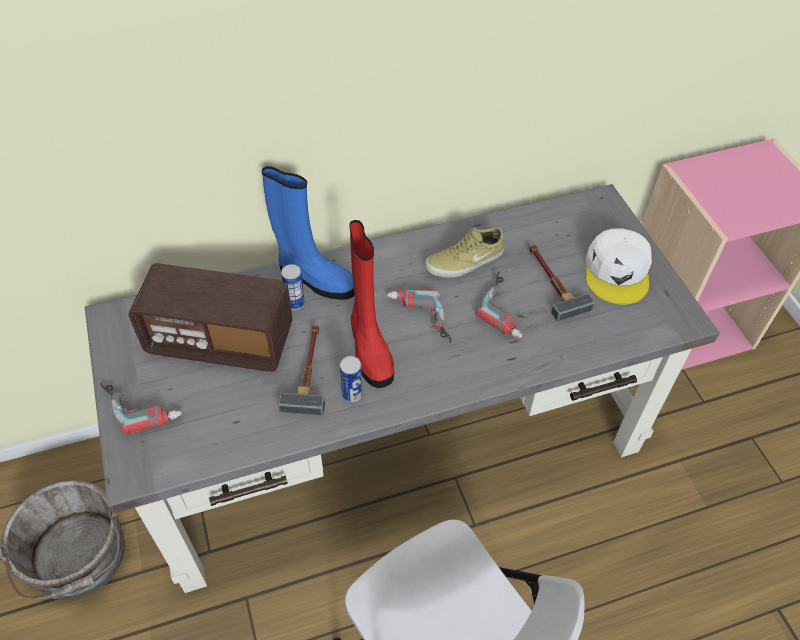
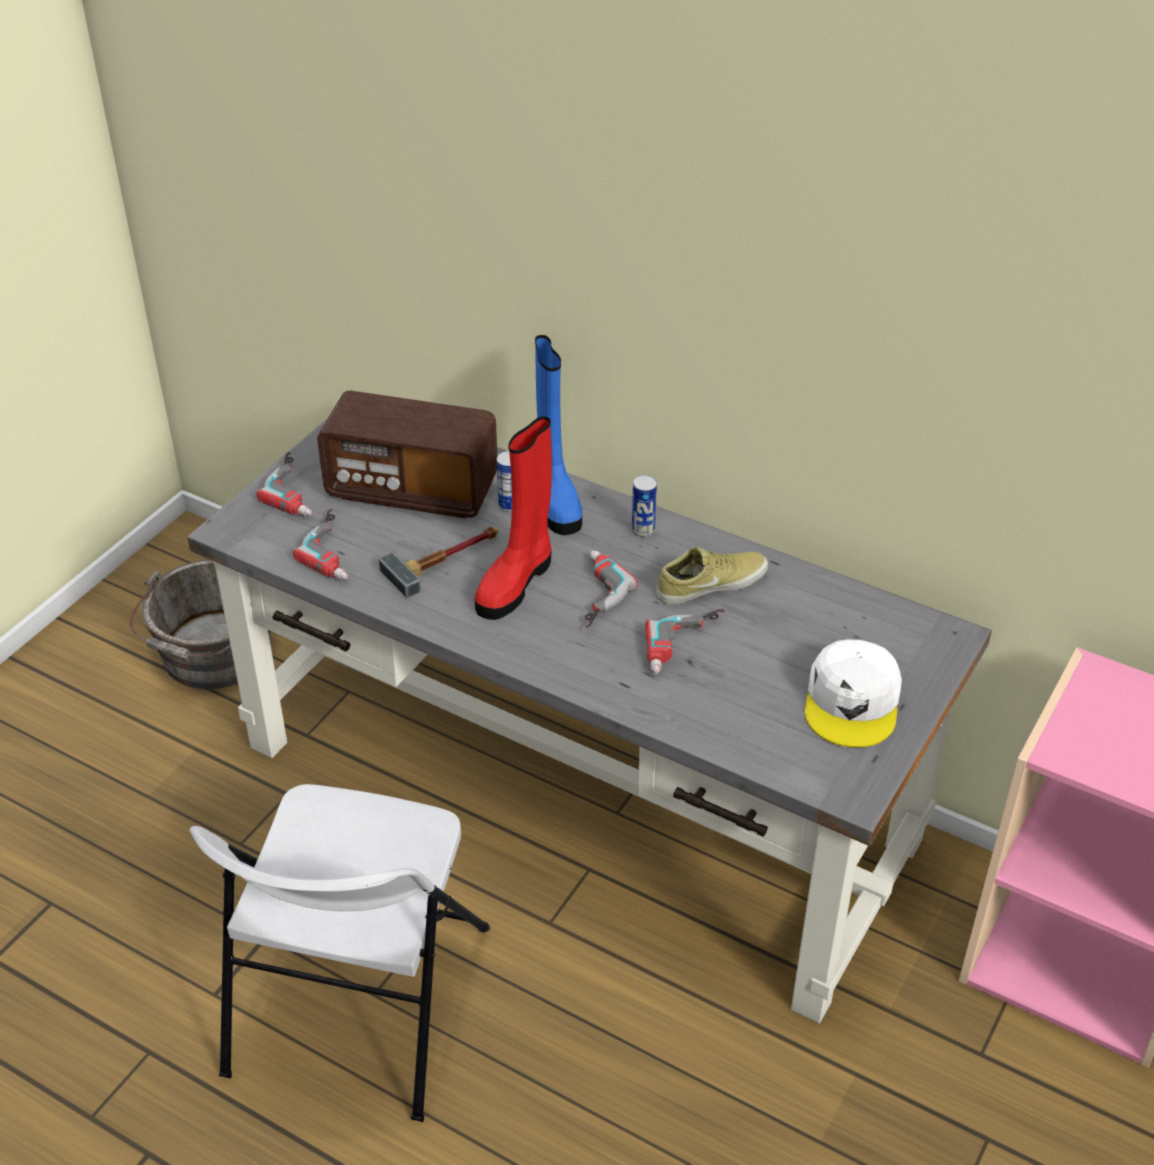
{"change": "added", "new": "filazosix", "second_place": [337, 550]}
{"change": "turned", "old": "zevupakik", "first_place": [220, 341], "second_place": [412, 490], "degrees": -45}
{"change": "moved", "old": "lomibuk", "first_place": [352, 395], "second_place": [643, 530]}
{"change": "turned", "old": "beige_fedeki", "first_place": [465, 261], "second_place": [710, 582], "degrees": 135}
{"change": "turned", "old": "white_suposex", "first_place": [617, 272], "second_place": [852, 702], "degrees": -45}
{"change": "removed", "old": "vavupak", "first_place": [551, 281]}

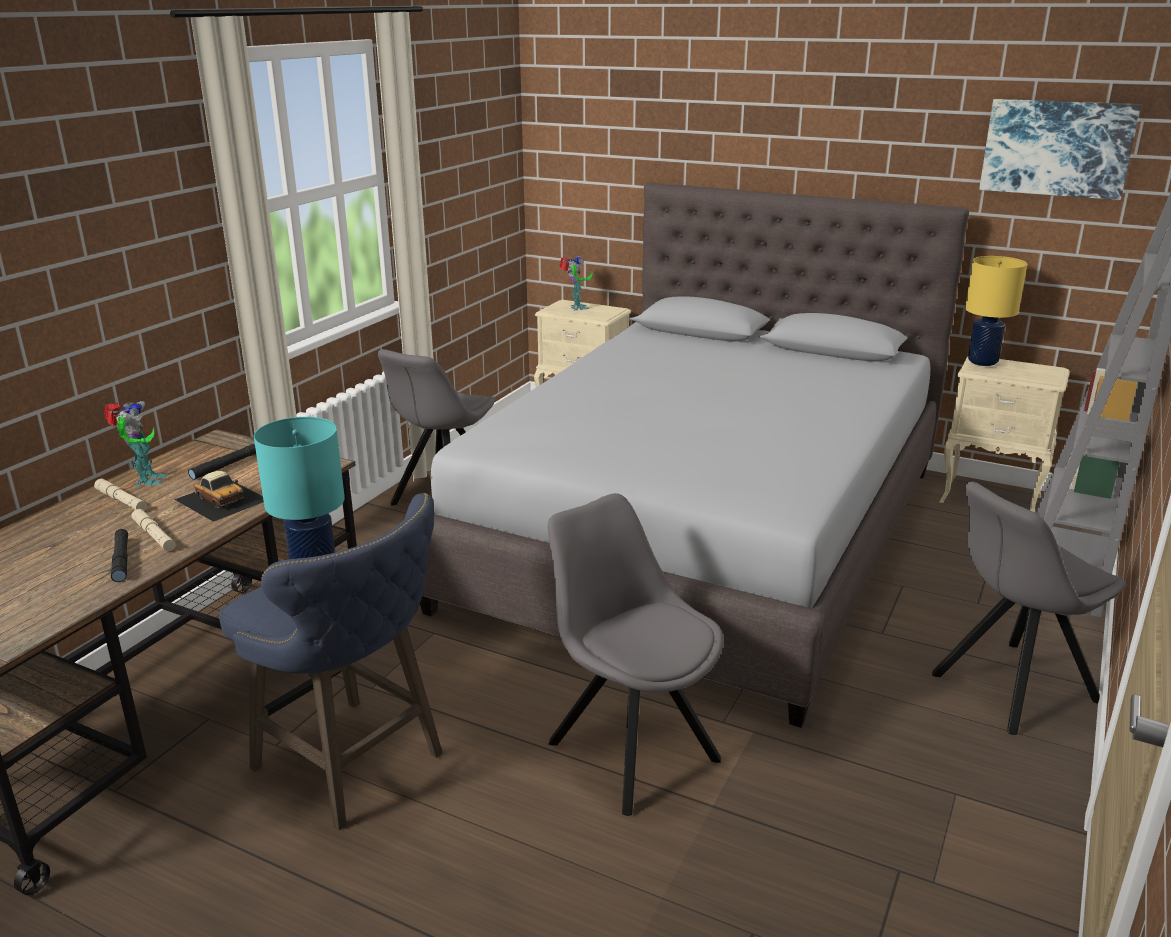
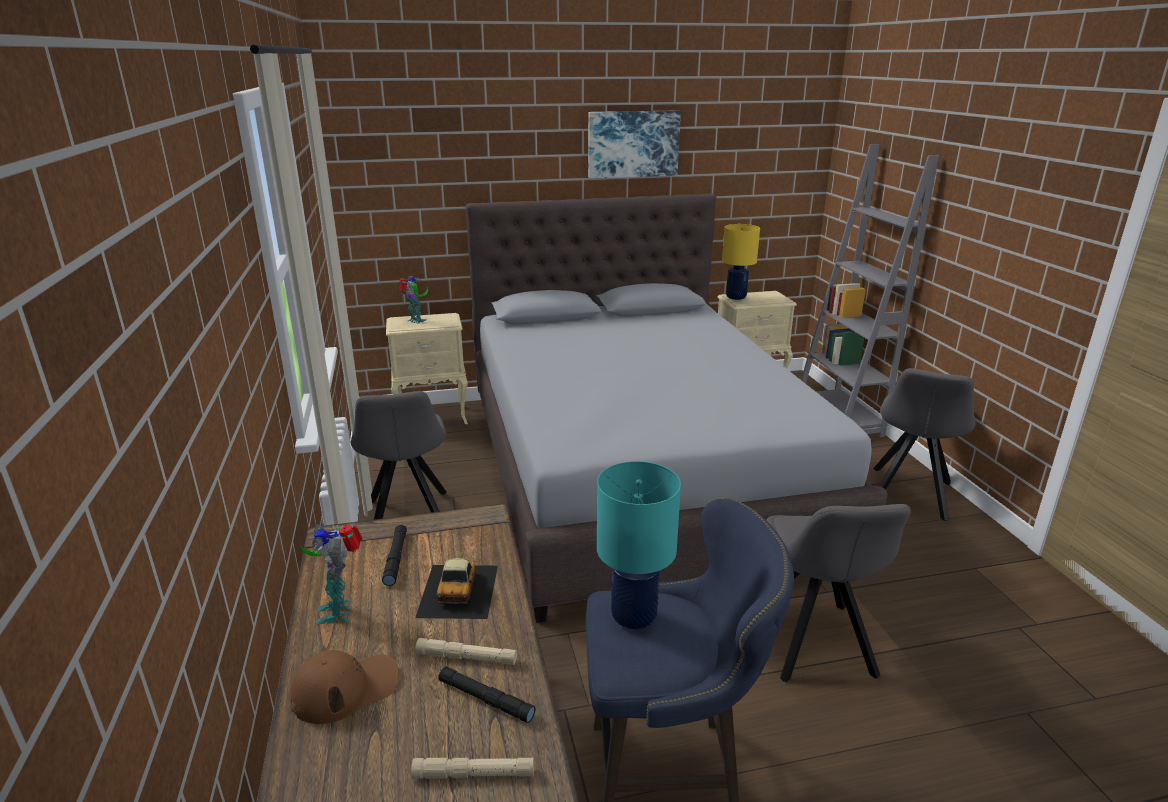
{"change": "added", "new": "brown_suposex", "second_place": [346, 688]}
{"change": "turned", "old": "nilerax", "first_place": [145, 481], "second_place": [339, 610], "degrees": -150}
{"change": "moved", "old": "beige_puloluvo", "first_place": [121, 500], "second_place": [473, 774]}
{"change": "turned", "old": "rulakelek", "first_place": [222, 499], "second_place": [459, 590], "degrees": 90}
{"change": "moved", "old": "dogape", "first_place": [1057, 148], "second_place": [633, 144]}
{"change": "turned", "old": "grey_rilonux", "first_place": [631, 751], "second_place": [813, 642], "degrees": -105}

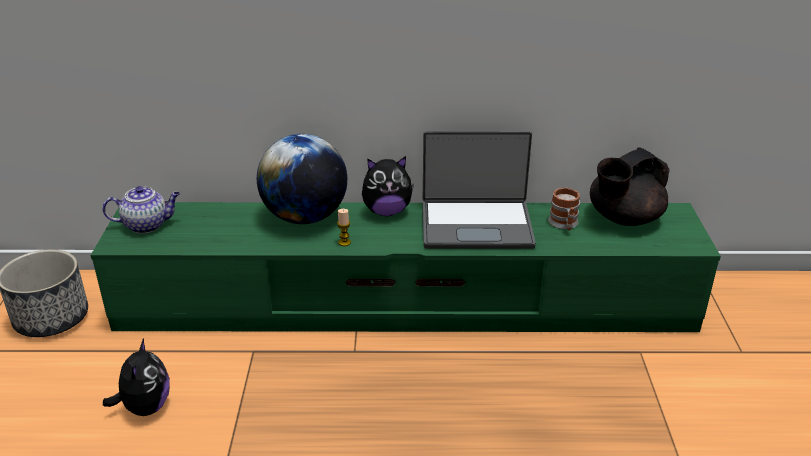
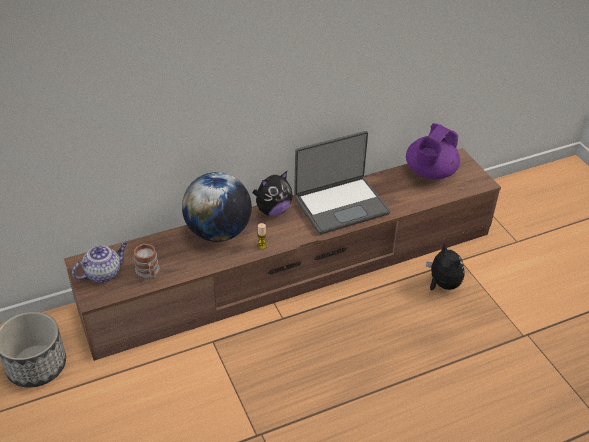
{"change": "recoloured", "old": "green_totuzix", "new": "brown_totuzix", "first_place": [405, 302], "second_place": [293, 269]}
{"change": "moved", "old": "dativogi", "first_place": [564, 224], "second_place": [148, 272]}
{"change": "recoloured", "old": "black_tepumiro", "new": "purple_tepumiro", "first_place": [623, 218], "second_place": [430, 173]}
{"change": "moved", "old": "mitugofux", "first_place": [145, 407], "second_place": [442, 284]}

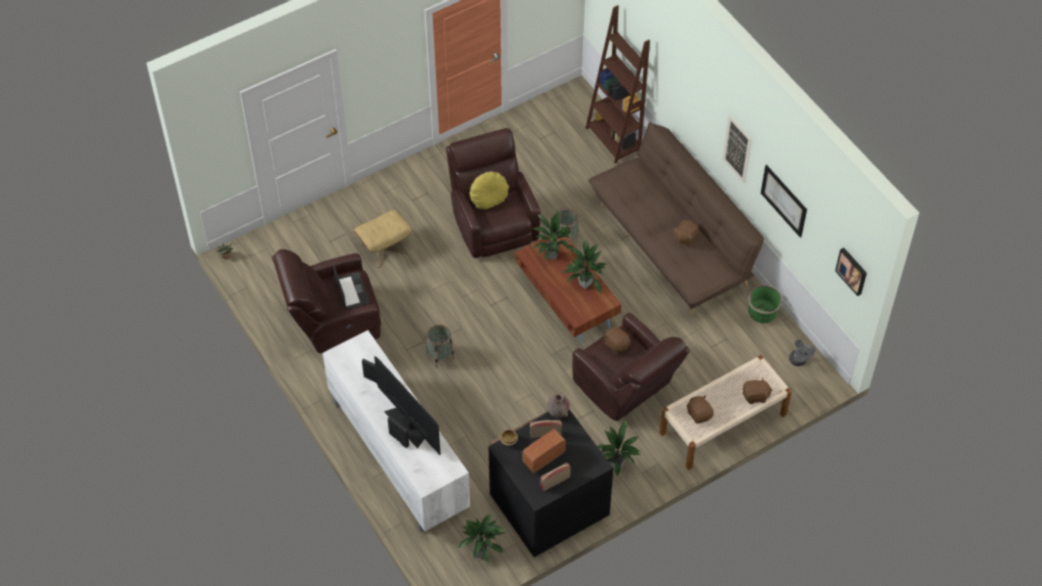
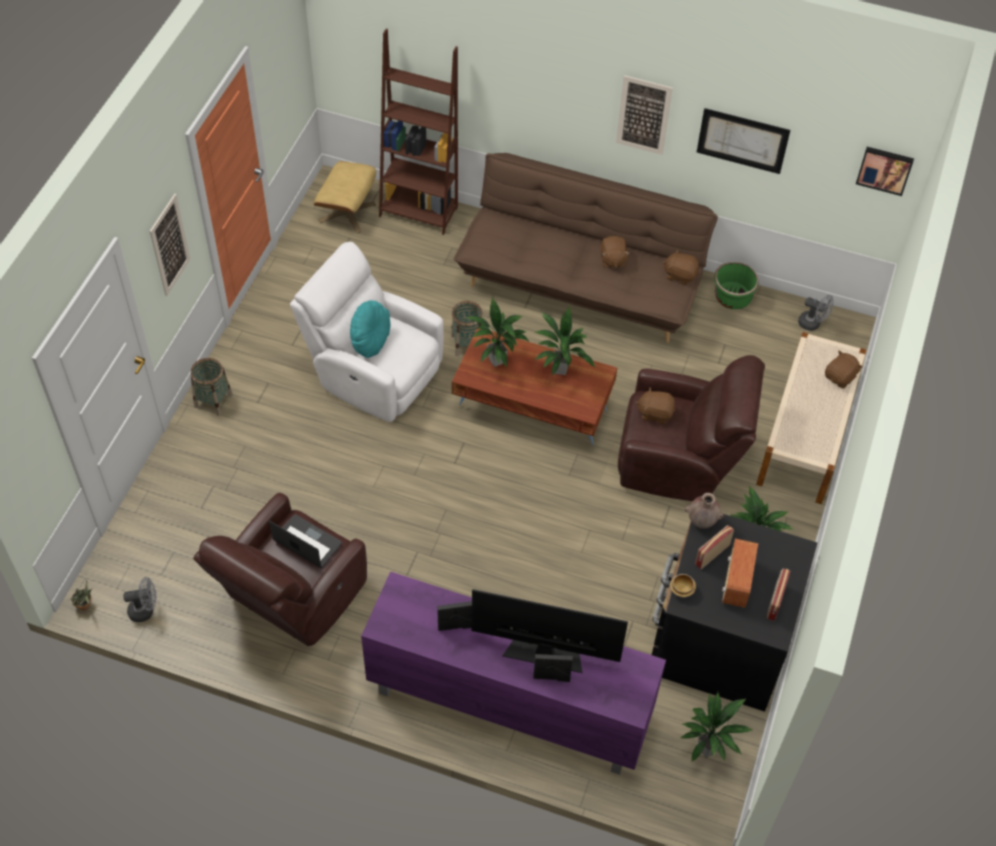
{"change": "added", "new": "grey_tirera", "second_place": [145, 610]}
{"change": "added", "new": "dogape", "second_place": [169, 245]}
{"change": "moved", "old": "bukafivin", "first_place": [440, 355], "second_place": [213, 400]}
{"change": "recoloured", "old": "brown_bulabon", "new": "white_bulabon", "first_place": [493, 223], "second_place": [374, 372]}
{"change": "moved", "old": "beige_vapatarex", "first_place": [384, 249], "second_place": [347, 212]}
{"change": "recoloured", "old": "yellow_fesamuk", "new": "turquoise_fesamuk", "first_place": [489, 201], "second_place": [371, 344]}
{"change": "recoloured", "old": "white_totuzix", "new": "purple_totuzix", "first_place": [398, 453], "second_place": [508, 700]}
{"change": "moved", "old": "brown_mitugofux", "first_place": [699, 414], "second_place": [680, 275]}

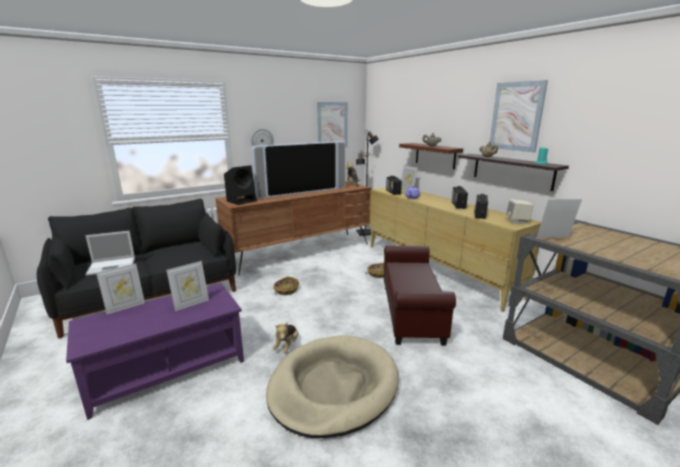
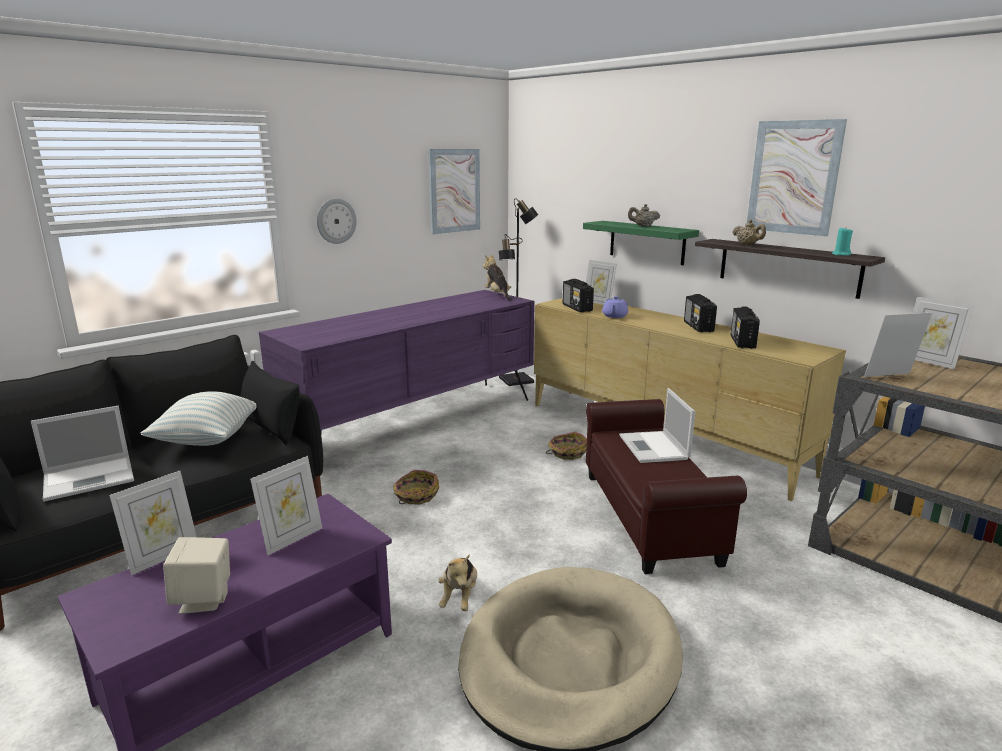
{"change": "added", "new": "fesamuk", "second_place": [207, 439]}
{"change": "moved", "old": "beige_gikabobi", "first_place": [517, 221], "second_place": [203, 599]}
{"change": "recoloured", "old": "brown_totuzix", "new": "purple_totuzix", "first_place": [301, 252], "second_place": [415, 422]}
{"change": "recoloured", "old": "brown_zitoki", "new": "green_zitoki", "first_place": [435, 155], "second_place": [647, 242]}
{"change": "added", "new": "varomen", "second_place": [654, 448]}
{"change": "added", "new": "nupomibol", "second_place": [928, 362]}
{"change": "removed", "old": "black_gikabobi", "first_place": [242, 201]}
{"change": "removed", "old": "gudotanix", "first_place": [301, 192]}

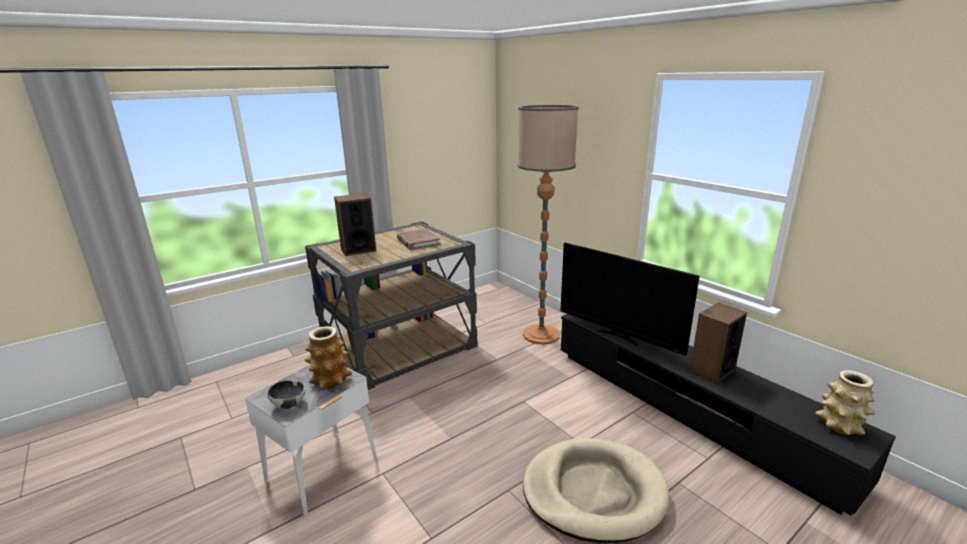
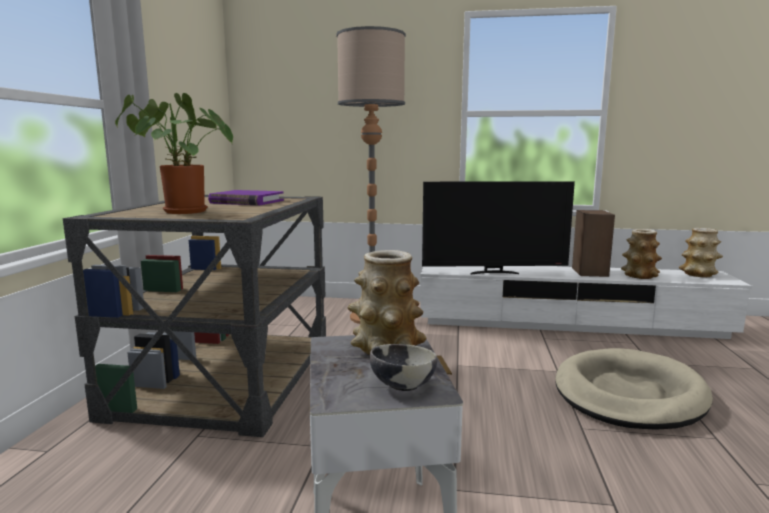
{"change": "replaced", "old": "gikabobi", "new": "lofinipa", "first_place": [358, 250], "second_place": [180, 212]}
{"change": "recoloured", "old": "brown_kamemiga", "new": "purple_kamemiga", "first_place": [418, 242], "second_place": [246, 202]}
{"change": "recoloured", "old": "black_totuzix", "new": "white_totuzix", "first_place": [686, 410], "second_place": [568, 323]}
{"change": "added", "new": "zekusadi", "second_place": [639, 276]}

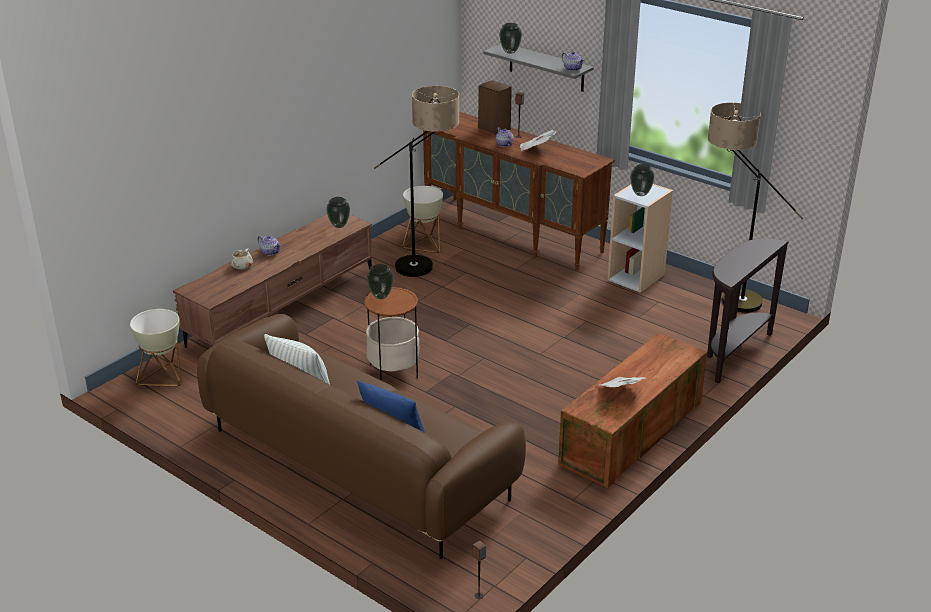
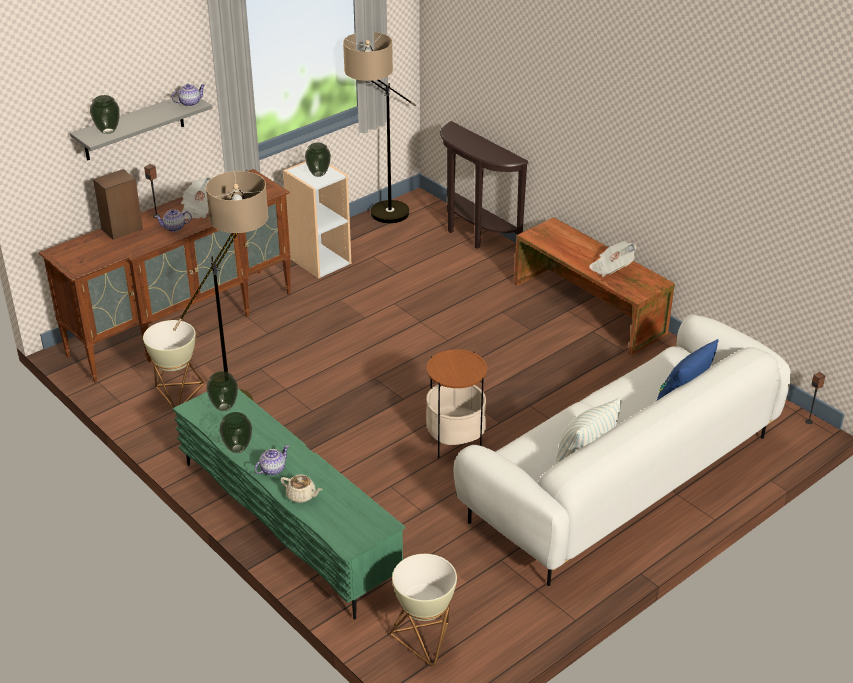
{"change": "recoloured", "old": "brown_totuzix", "new": "green_totuzix", "first_place": [282, 308], "second_place": [286, 524]}
{"change": "moved", "old": "zekusadi", "first_place": [381, 296], "second_place": [237, 448]}
{"change": "recoloured", "old": "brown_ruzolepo", "new": "white_ruzolepo", "first_place": [358, 464], "second_place": [621, 479]}

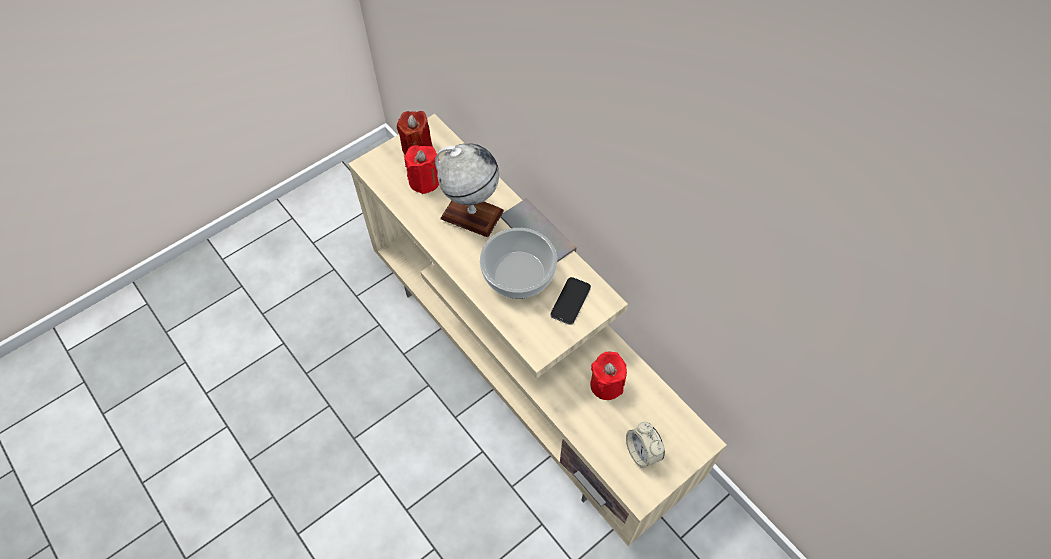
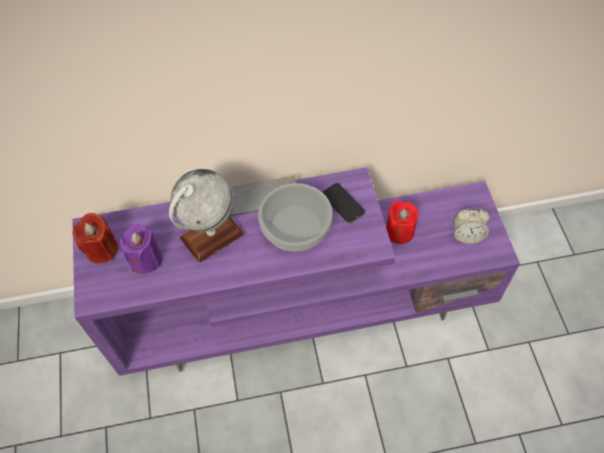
{"change": "recoloured", "old": "beige_totuzix", "new": "purple_totuzix", "first_place": [527, 365], "second_place": [307, 304]}
{"change": "recoloured", "old": "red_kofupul", "new": "purple_kofupul", "first_place": [424, 181], "second_place": [145, 259]}

